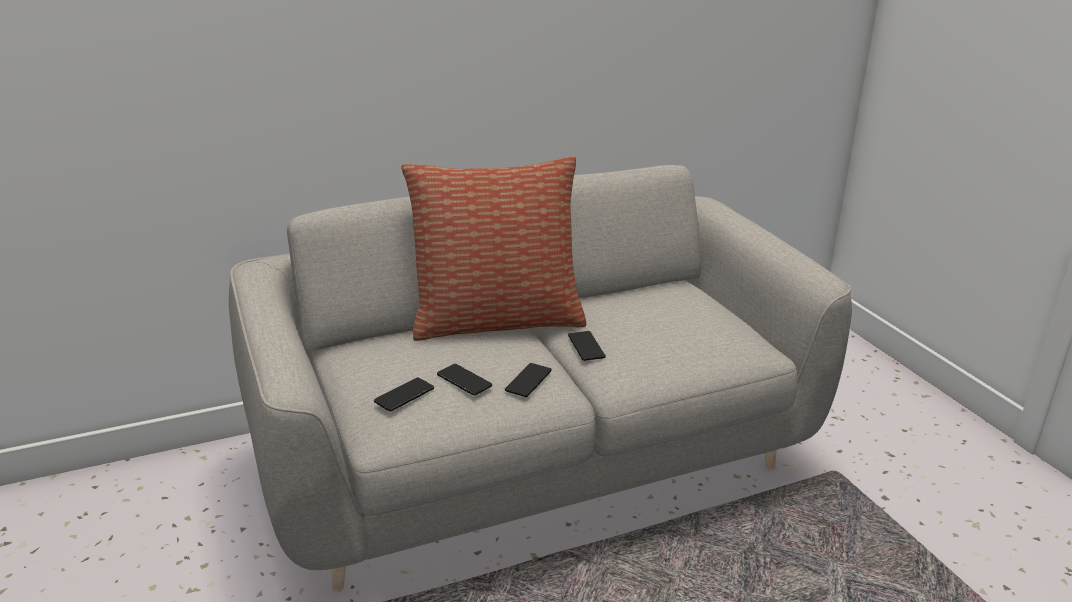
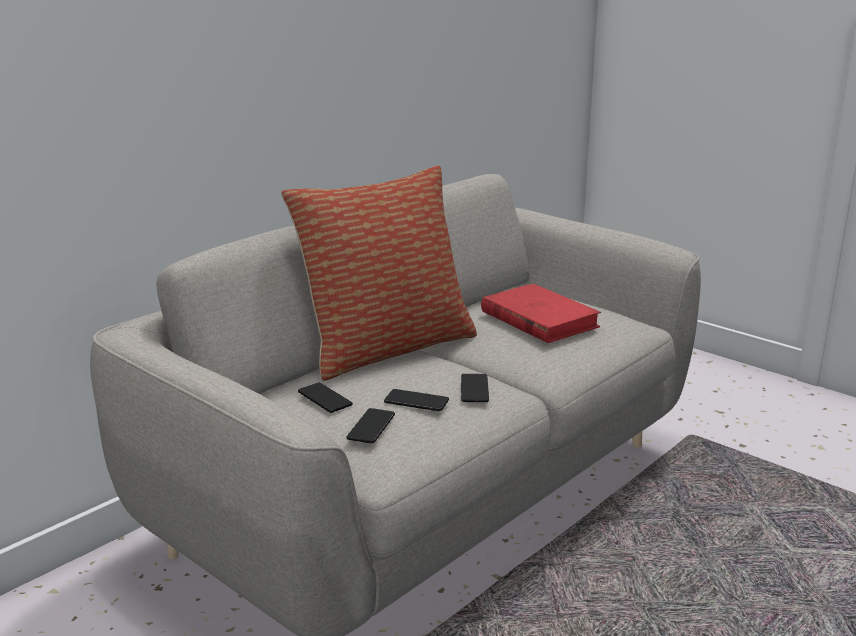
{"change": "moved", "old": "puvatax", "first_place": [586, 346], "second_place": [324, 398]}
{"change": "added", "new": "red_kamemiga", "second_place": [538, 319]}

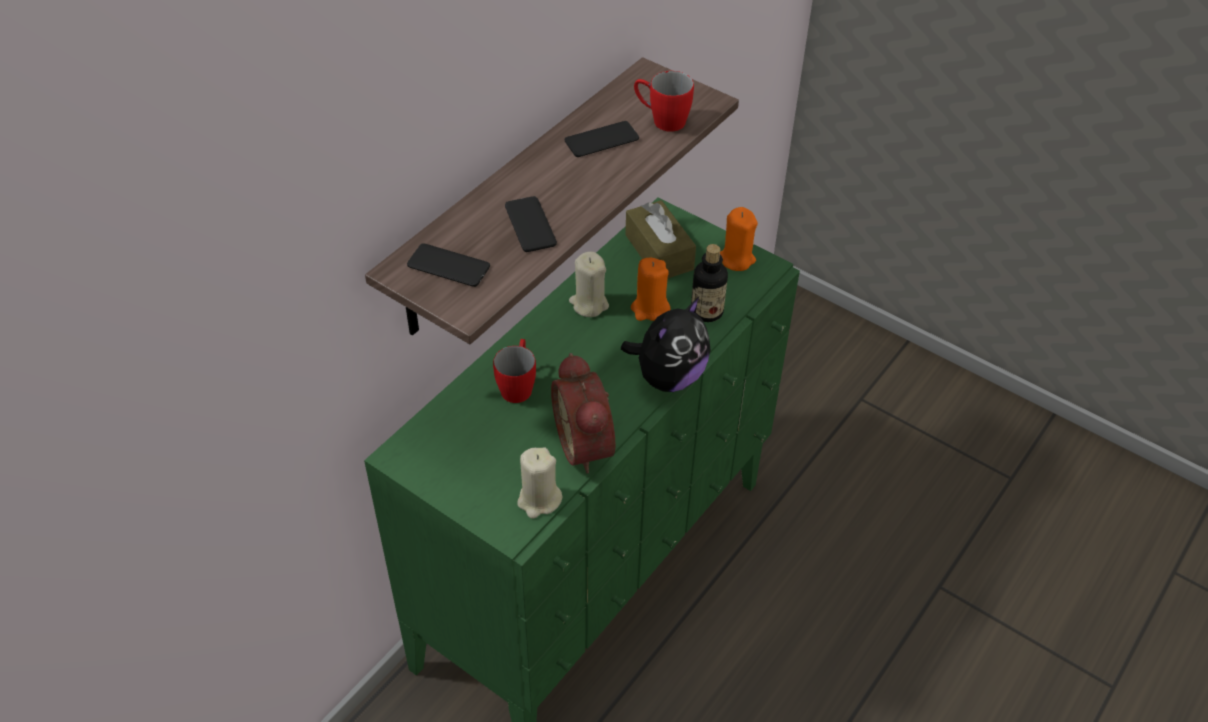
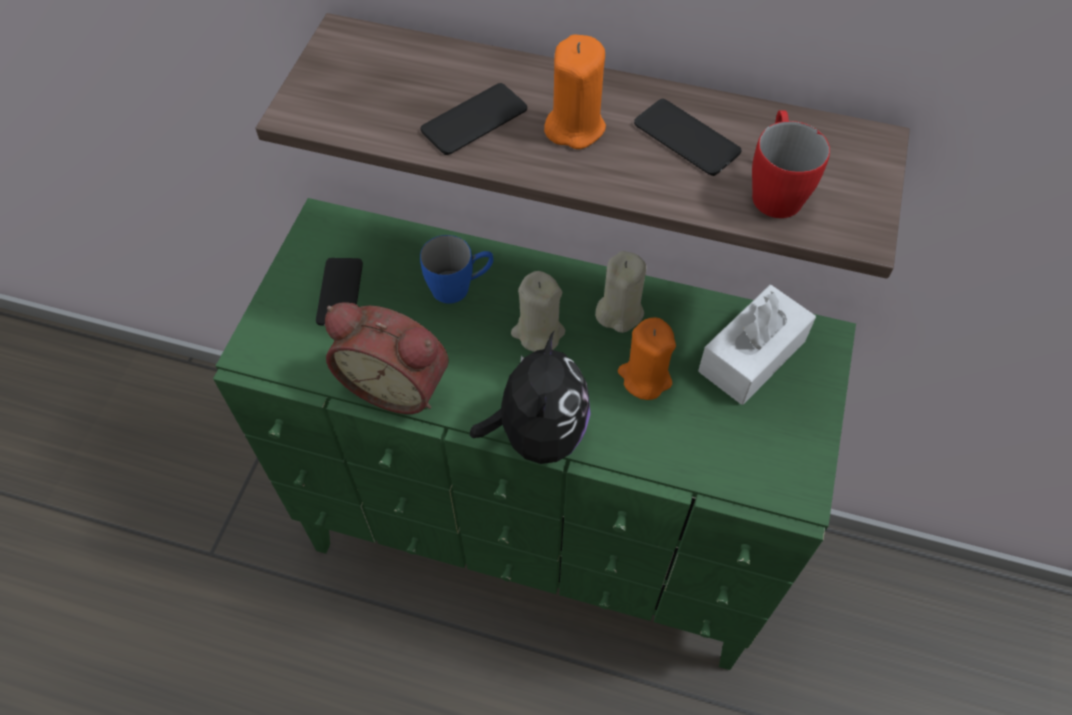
{"change": "moved", "old": "puvatax", "first_place": [448, 266], "second_place": [340, 292]}
{"change": "turned", "old": "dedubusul", "first_place": [588, 444], "second_place": [397, 383], "degrees": -120}
{"change": "recoloured", "old": "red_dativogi", "new": "blue_dativogi", "first_place": [517, 385], "second_place": [460, 287]}
{"change": "turned", "old": "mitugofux", "first_place": [668, 377], "second_place": [538, 433], "degrees": -105}
{"change": "moved", "old": "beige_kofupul", "first_place": [539, 500], "second_place": [538, 332]}
{"change": "moved", "old": "orange_kofupul", "first_place": [736, 259], "second_place": [574, 127]}
{"change": "recoloured", "old": "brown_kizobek", "new": "white_kizobek", "first_place": [659, 252], "second_place": [752, 356]}
{"change": "removed", "old": "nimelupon", "first_place": [706, 311]}

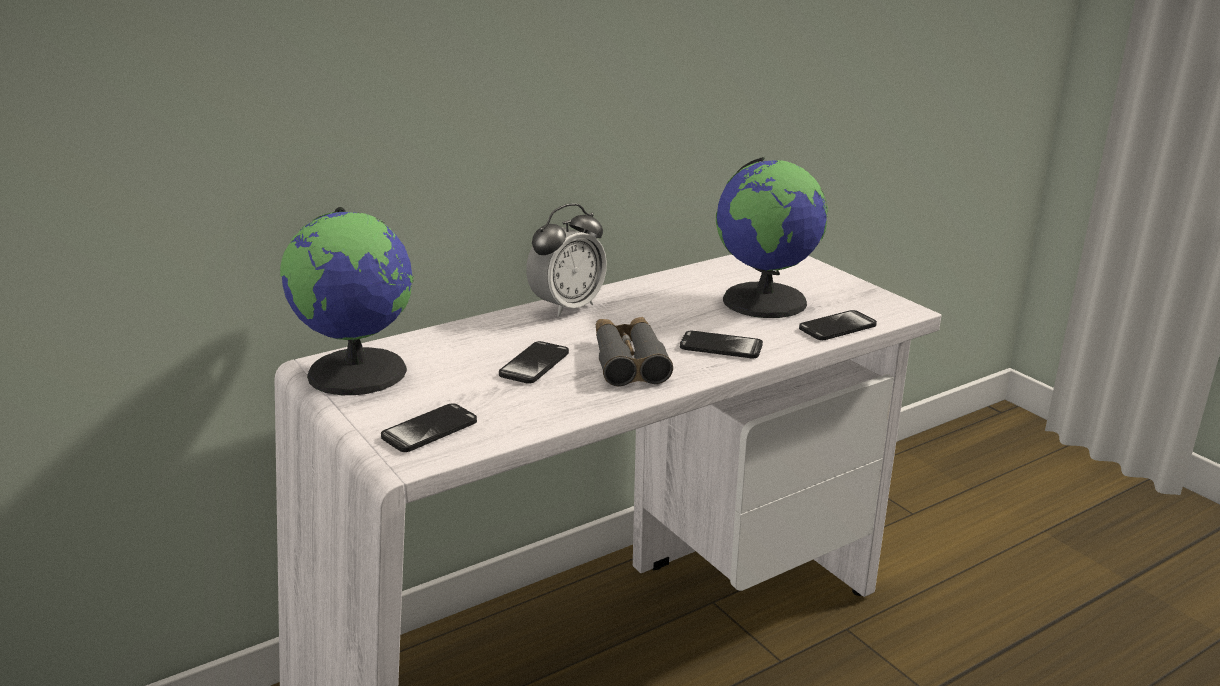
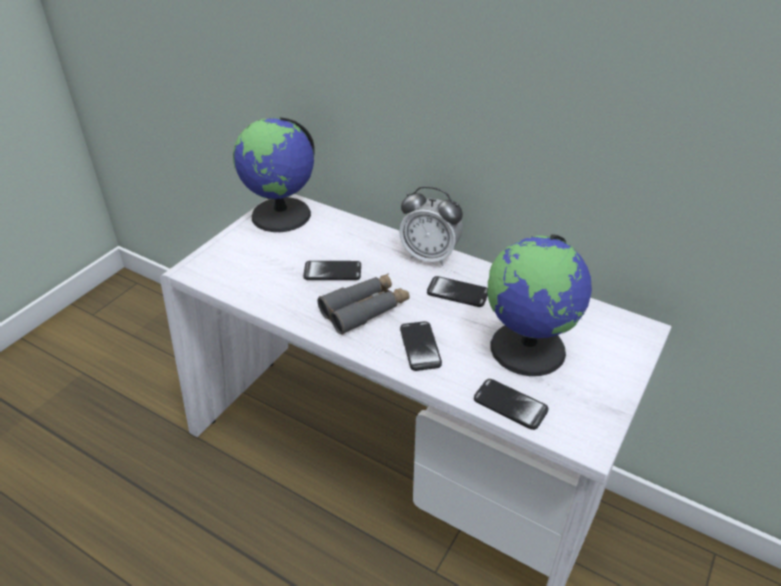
{"change": "moved", "old": "puvatax", "first_place": [429, 430], "second_place": [457, 293]}

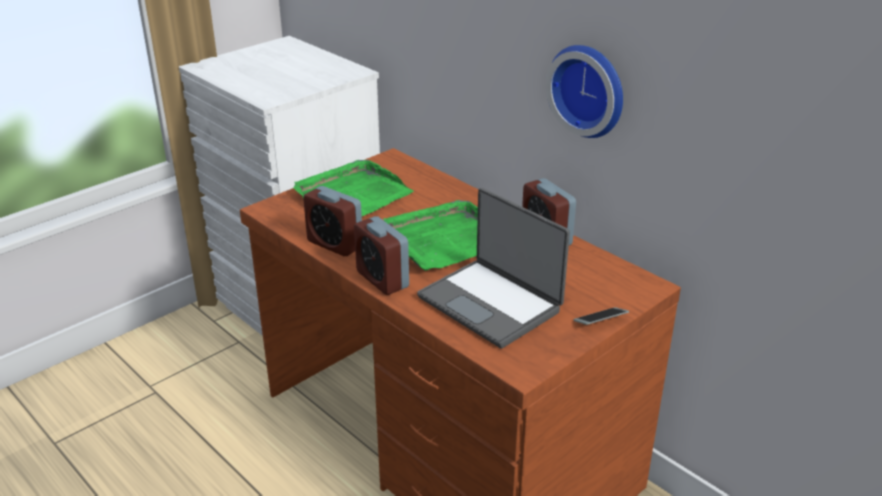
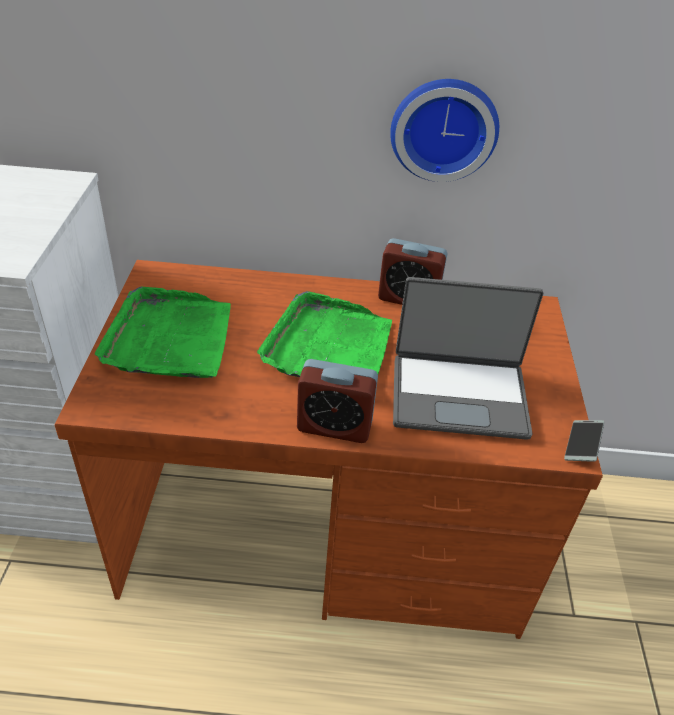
{"change": "moved", "old": "puvatax", "first_place": [600, 320], "second_place": [582, 444]}
{"change": "removed", "old": "dedubusul", "first_place": [335, 244]}

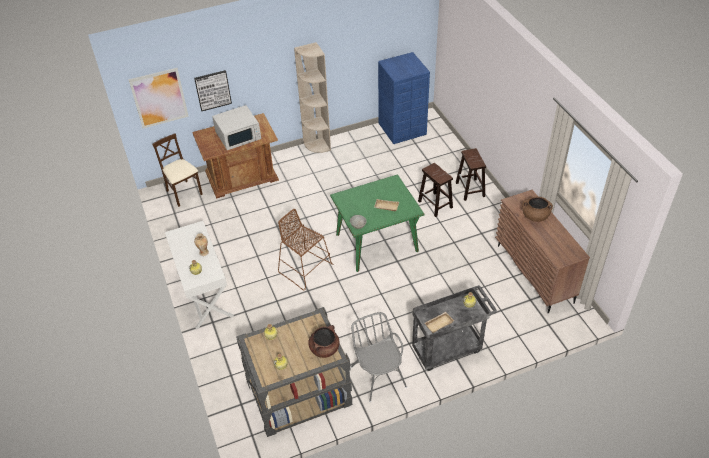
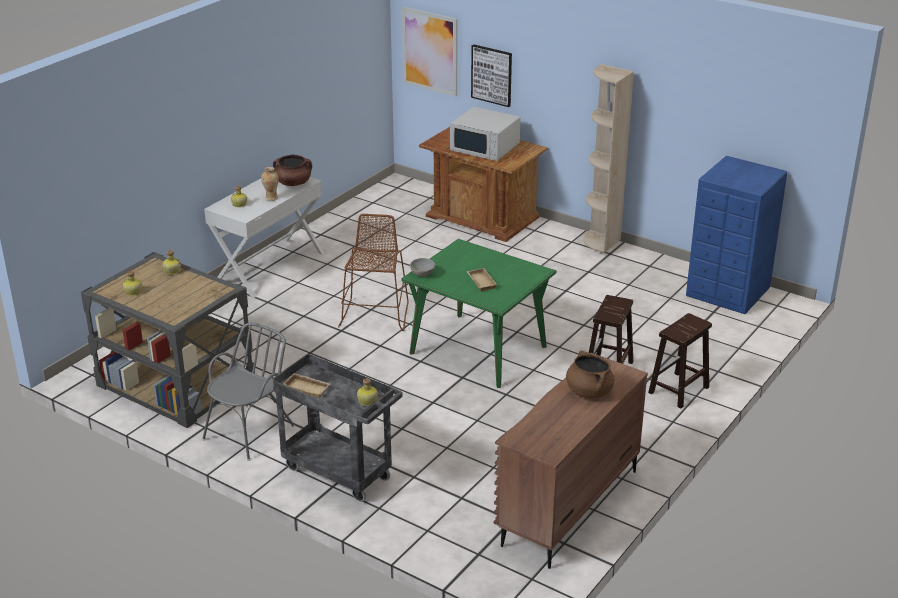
{"change": "moved", "old": "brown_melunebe", "first_place": [324, 348], "second_place": [293, 183]}
{"change": "removed", "old": "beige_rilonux", "first_place": [184, 193]}

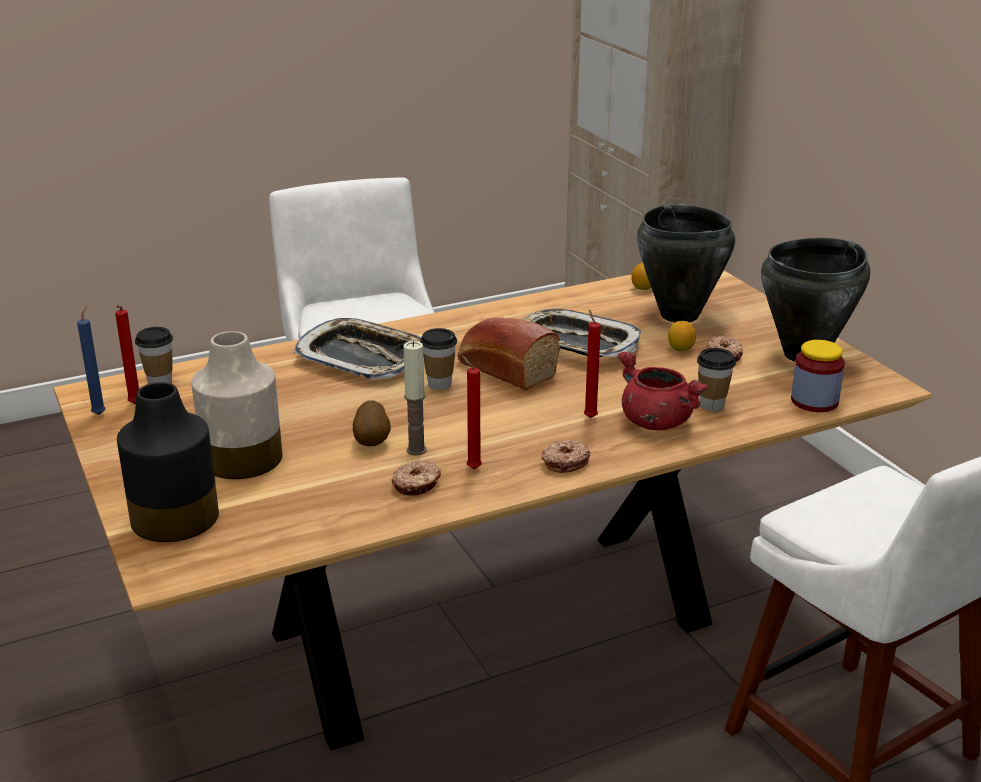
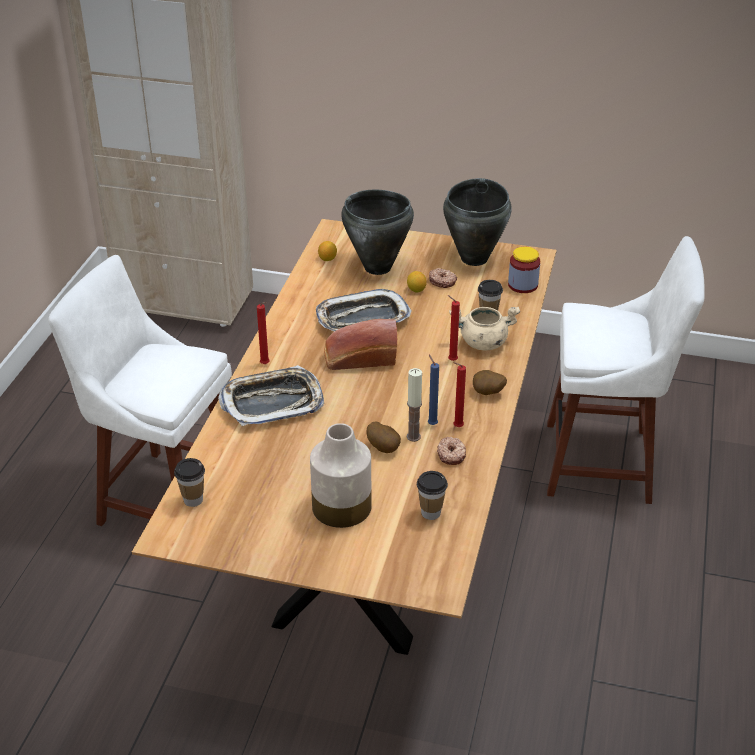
{"change": "moved", "old": "red_kofupul", "first_place": [134, 405], "second_place": [266, 365]}
{"change": "moved", "old": "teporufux", "first_place": [439, 384], "second_place": [431, 513]}
{"change": "moved", "old": "blue_kofupul", "first_place": [100, 413], "second_place": [431, 424]}
{"change": "recoloured", "old": "red_melunebe", "new": "beige_melunebe", "first_place": [655, 422], "second_place": [483, 343]}
{"change": "replaced", "old": "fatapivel", "new": "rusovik", "first_place": [565, 462], "second_place": [487, 394]}
{"change": "removed", "old": "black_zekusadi", "first_place": [173, 517]}

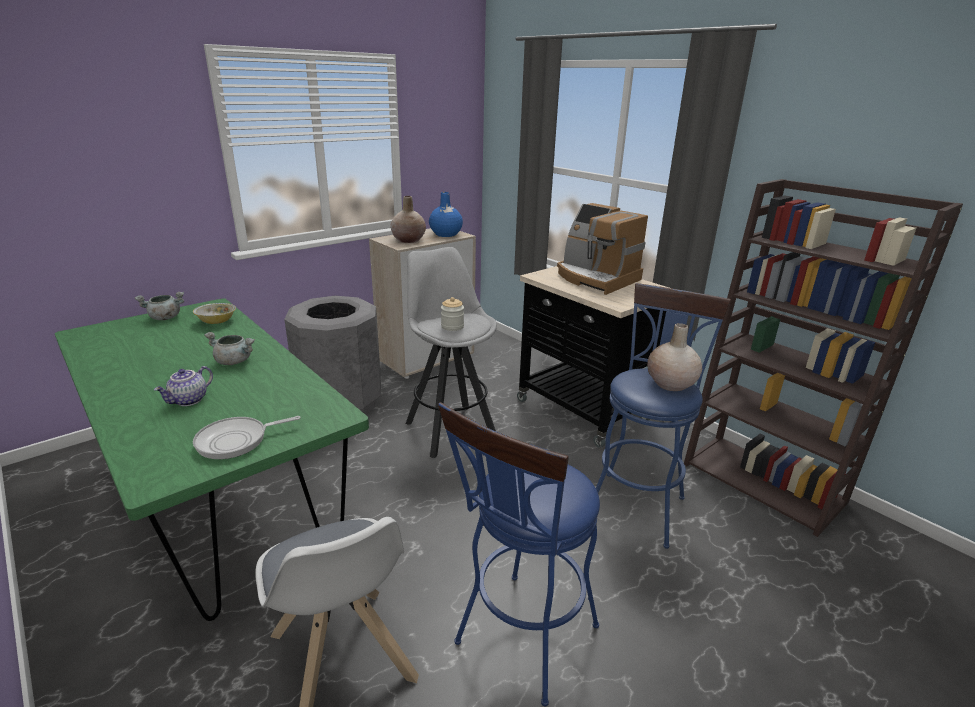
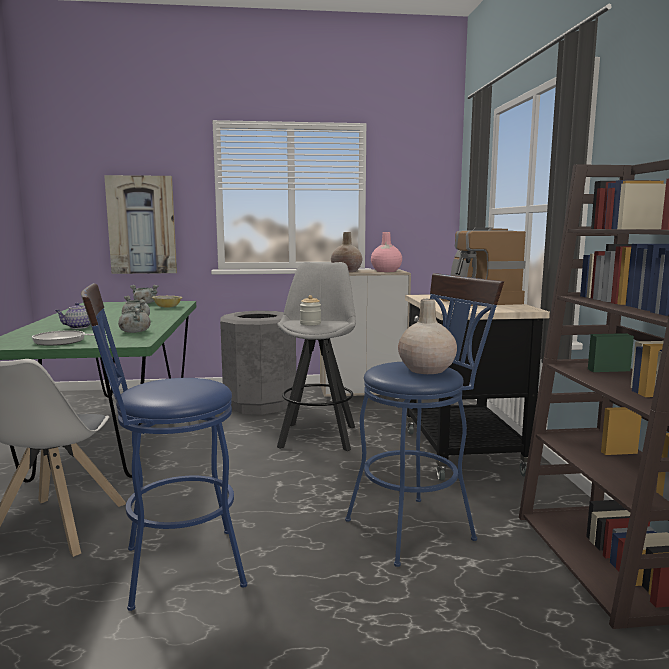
{"change": "added", "new": "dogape", "second_place": [142, 225]}
{"change": "added", "new": "grey_melunebe", "second_place": [134, 332]}
{"change": "recoloured", "old": "blue_zekusadi", "new": "pink_zekusadi", "first_place": [445, 234], "second_place": [386, 271]}

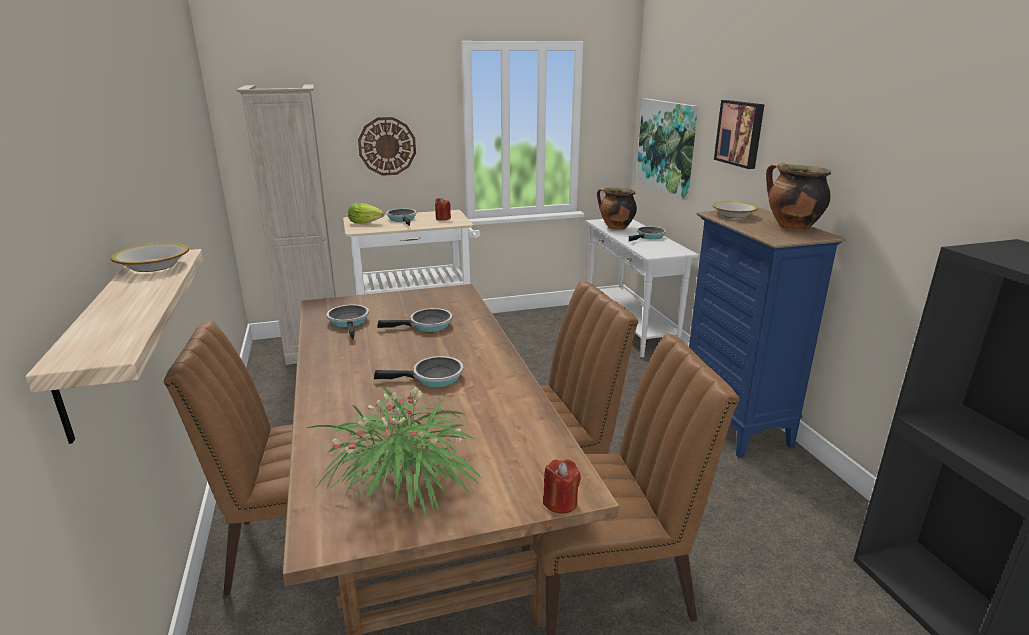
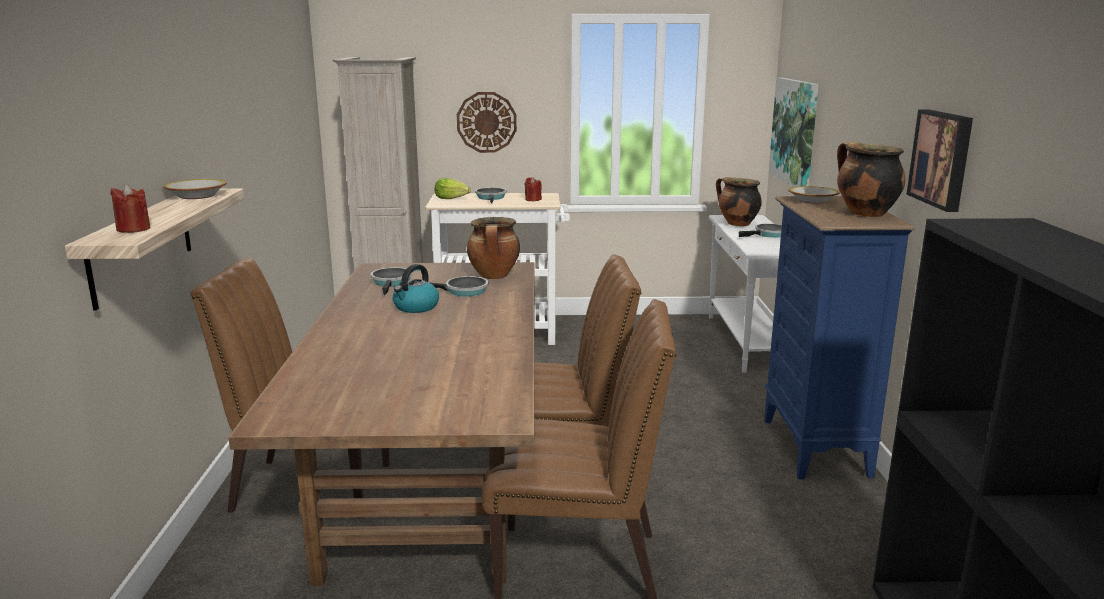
{"change": "moved", "old": "red_kofupul", "first_place": [560, 502], "second_place": [133, 229]}
{"change": "added", "new": "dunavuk", "second_place": [416, 307]}
{"change": "added", "new": "melunebe", "second_place": [494, 276]}
{"change": "moved", "old": "dogape", "first_place": [740, 133], "second_place": [943, 158]}
{"change": "removed", "old": "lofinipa", "first_place": [405, 482]}
{"change": "removed", "old": "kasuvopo", "first_place": [433, 378]}

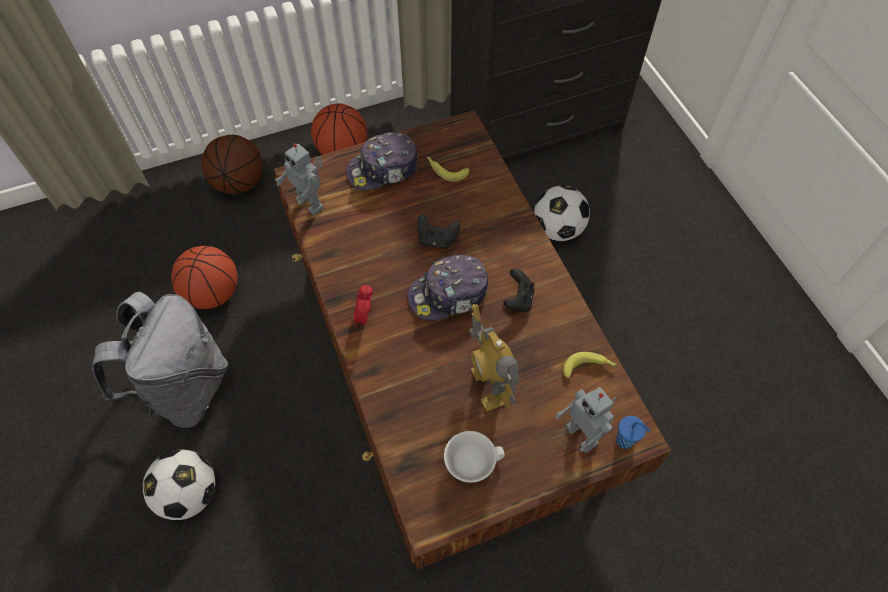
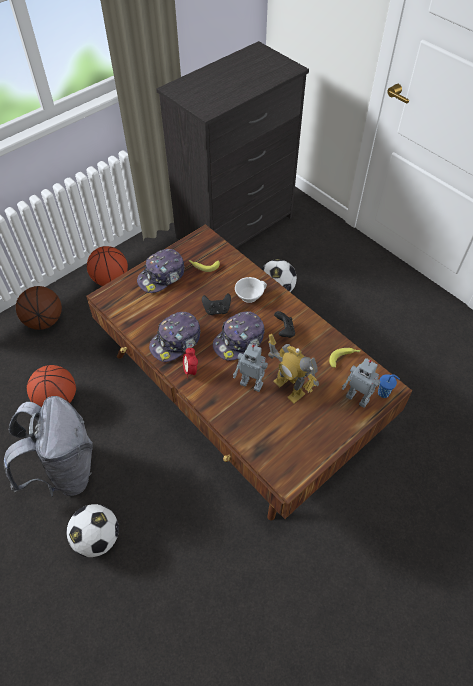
{"change": "added", "new": "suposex", "second_place": [176, 341]}
{"change": "moved", "old": "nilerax", "first_place": [311, 203], "second_place": [252, 383]}
{"change": "moved", "old": "white_teporufux", "first_place": [471, 460], "second_place": [249, 295]}

